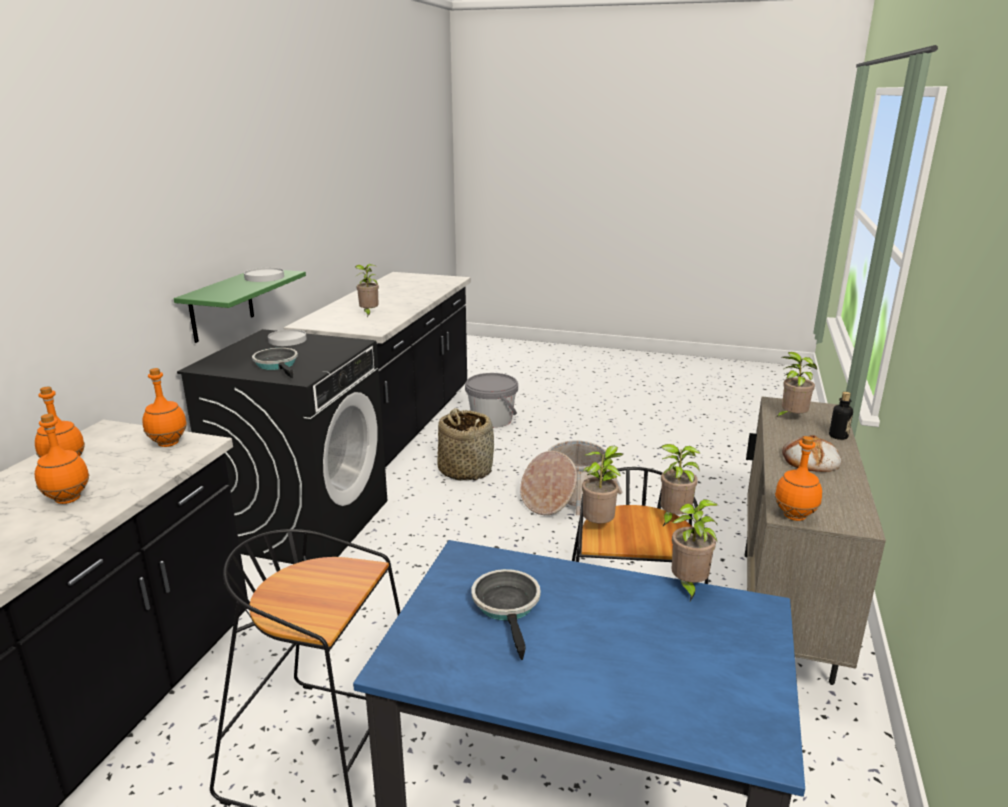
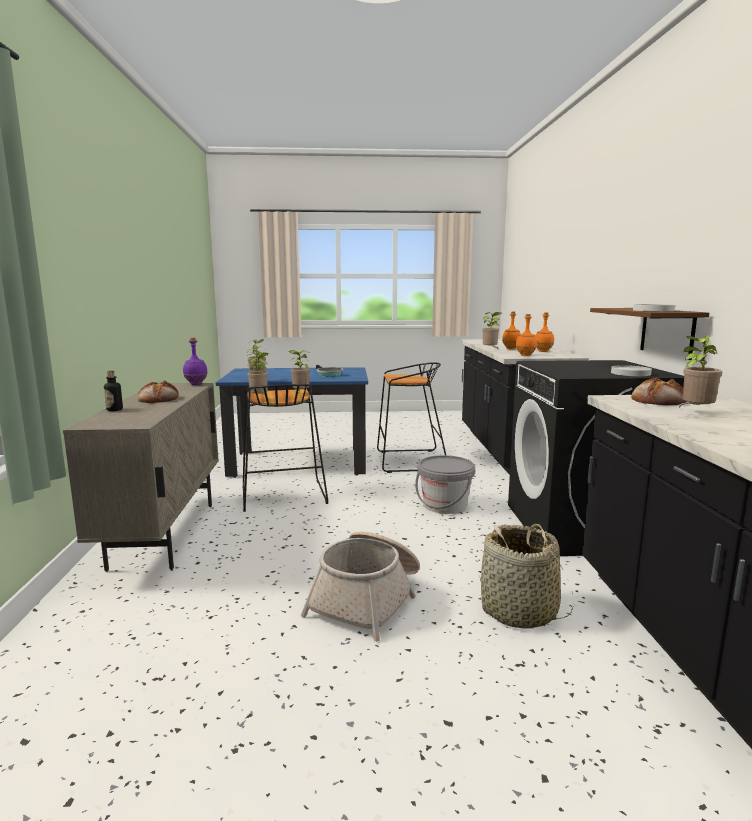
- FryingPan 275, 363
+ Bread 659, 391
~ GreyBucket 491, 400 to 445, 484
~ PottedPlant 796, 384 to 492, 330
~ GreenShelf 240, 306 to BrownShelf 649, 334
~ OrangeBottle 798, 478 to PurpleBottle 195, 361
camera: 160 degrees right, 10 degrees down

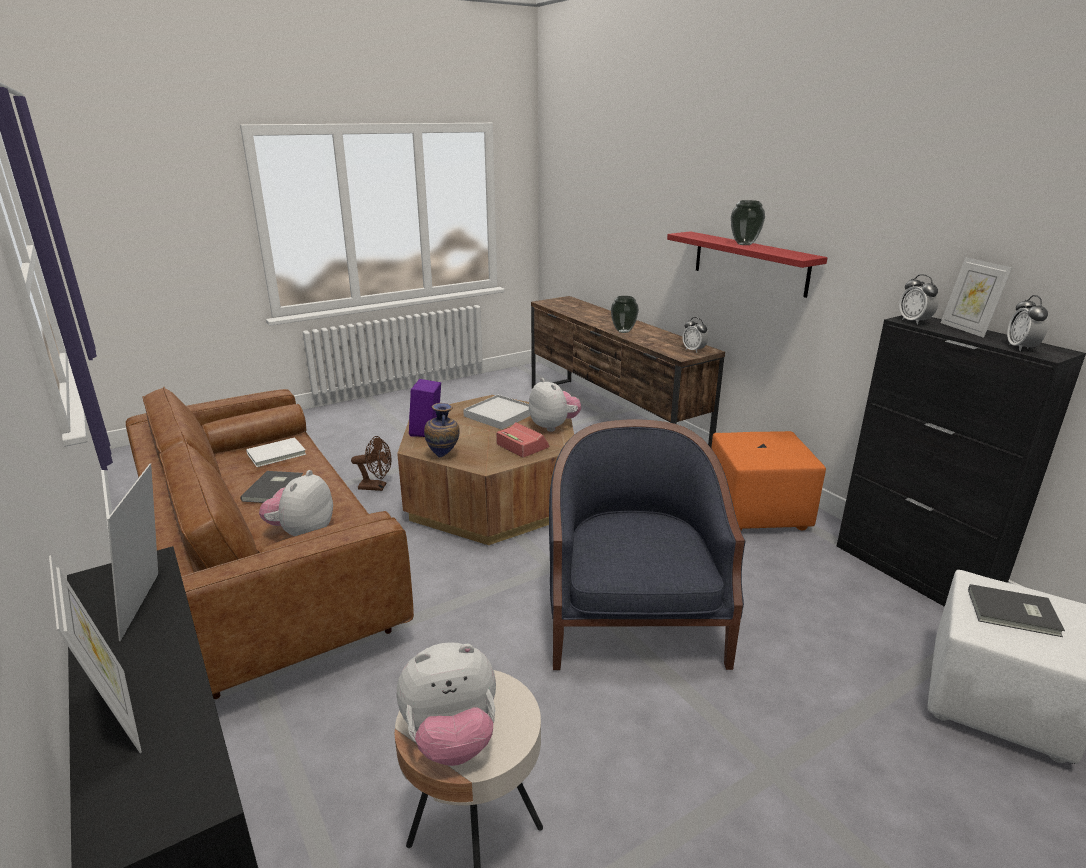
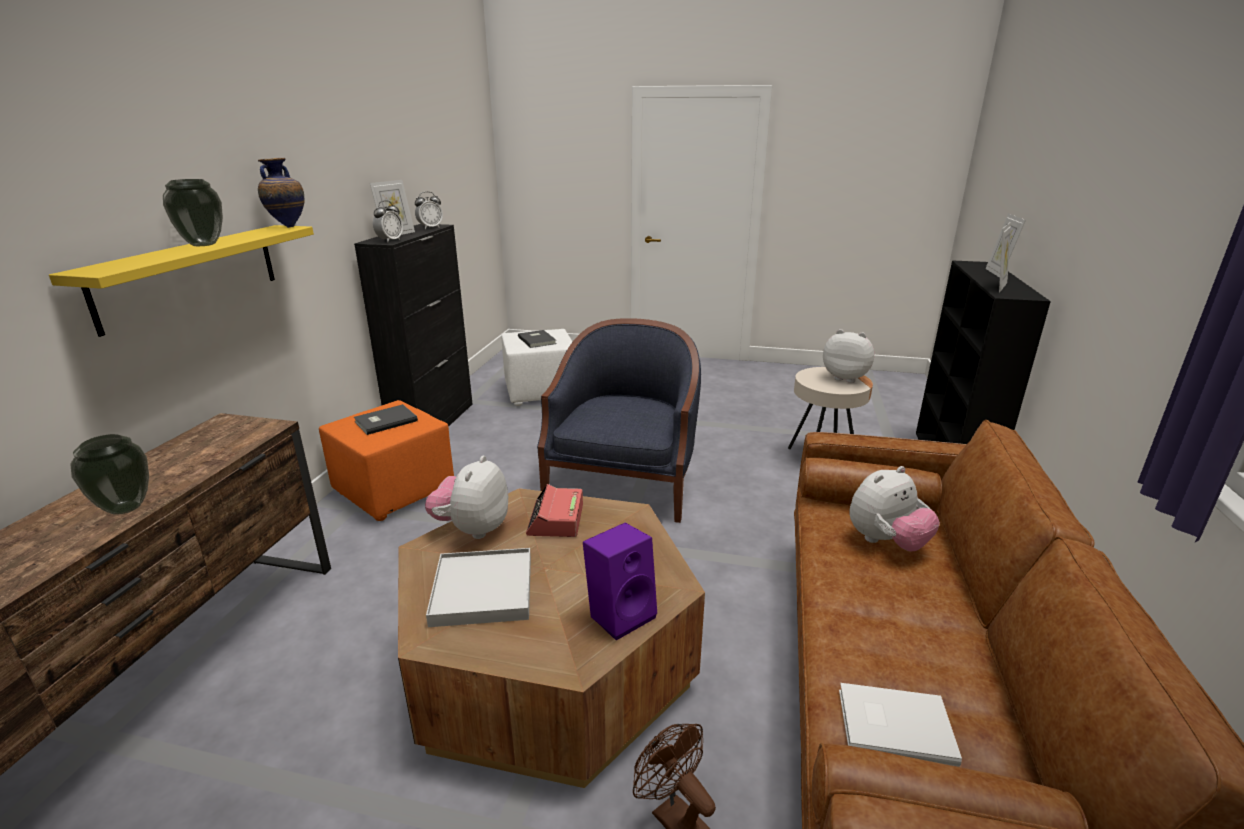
- AlarmClock 695, 335
~ GreyBook 272, 487 to 386, 419
~ Vase 442, 430 to 281, 193
~ RedShelf 747, 264 to YellowShelf 181, 281
~ BlueArmchair 647, 544 = 619, 420 150 degrees clockwise
camera: 135 degrees left, 0 degrees up

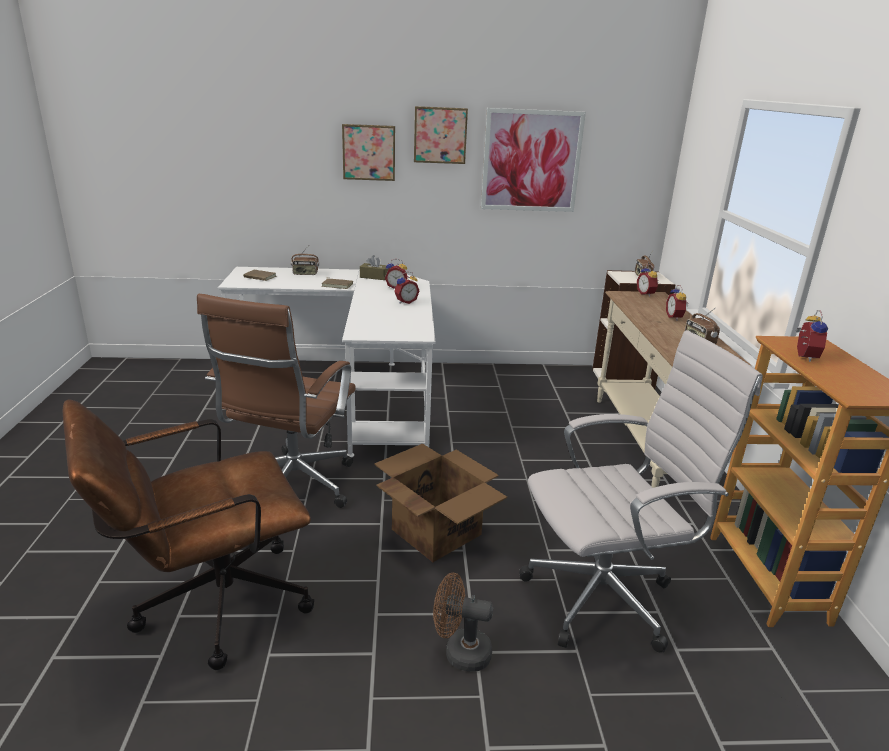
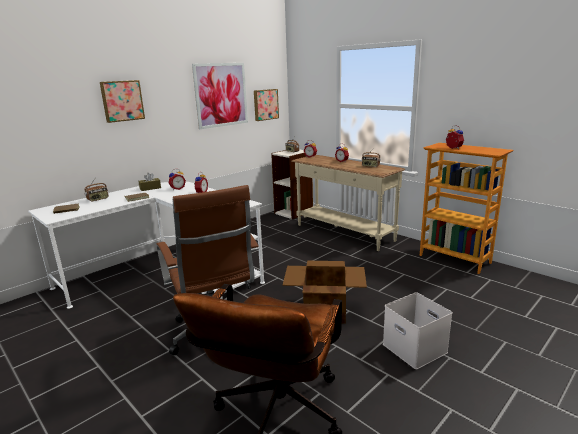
- WhiteOfficeChair 641, 491
~ Picture 441, 135 to 266, 105
~ BrownFan 463, 622 to WhiteStorageBox 418, 330
camera: 40 degrees left, 5 degrees down

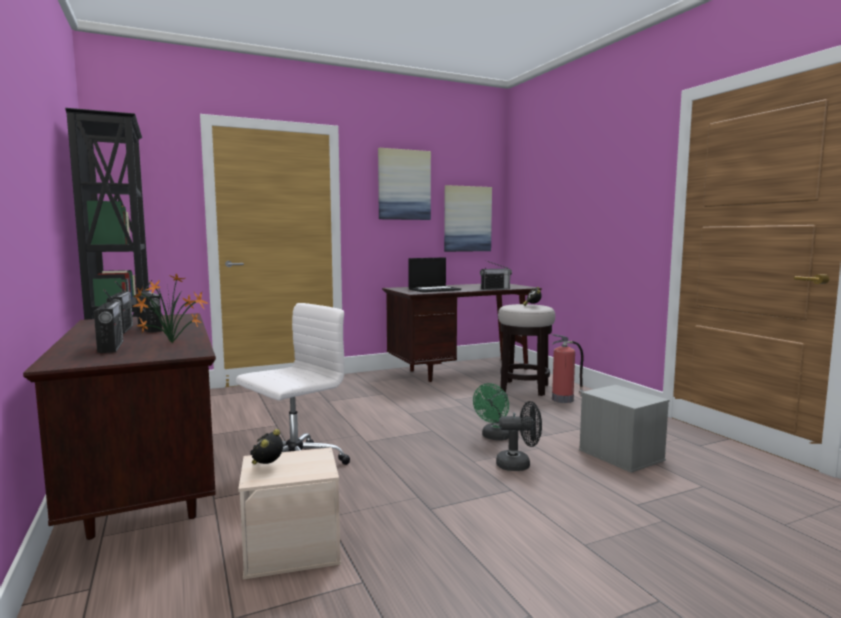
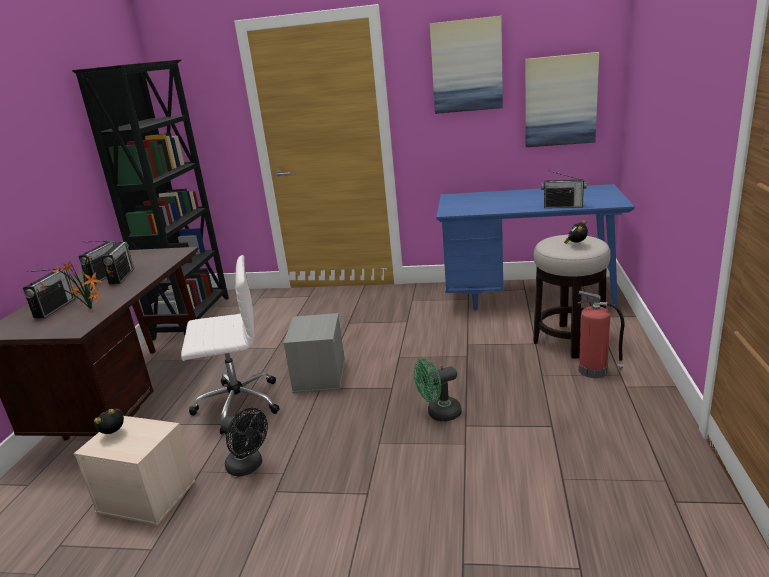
- Laptop 434, 274
~ BlackFan 519, 436 to 244, 442
~ GreyStorageBox 624, 429 to 314, 353
~ BrownDesk 462, 333 to BlueDesk 535, 247
camera: 35 degrees right, 15 degrees up

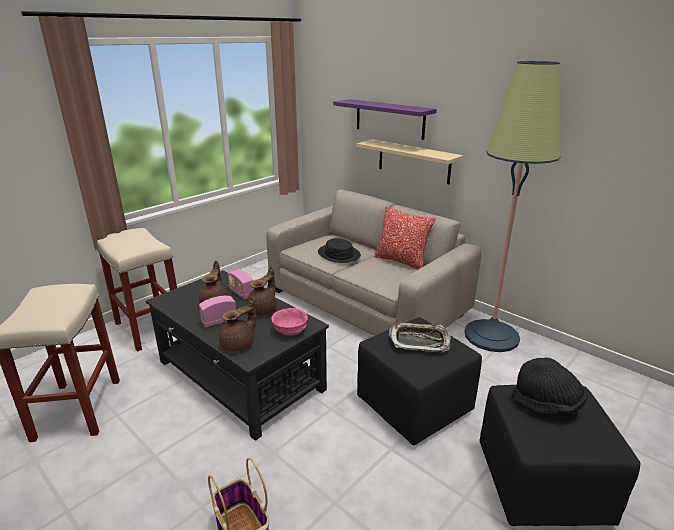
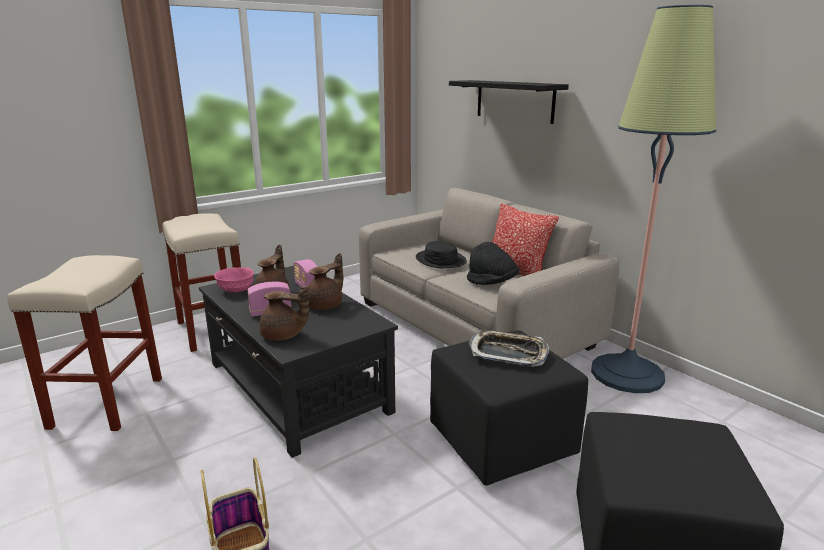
- BeigeShelf 410, 161
~ PinkBowl 289, 322 to 234, 280
~ BlackHat 550, 386 to 493, 263
~ PurpleShelf 385, 119 to BlackShelf 509, 102
~ BrownTeapot 237, 324 = 284, 313 45 degrees clockwise
camera: 10 degrees right, 5 degrees down

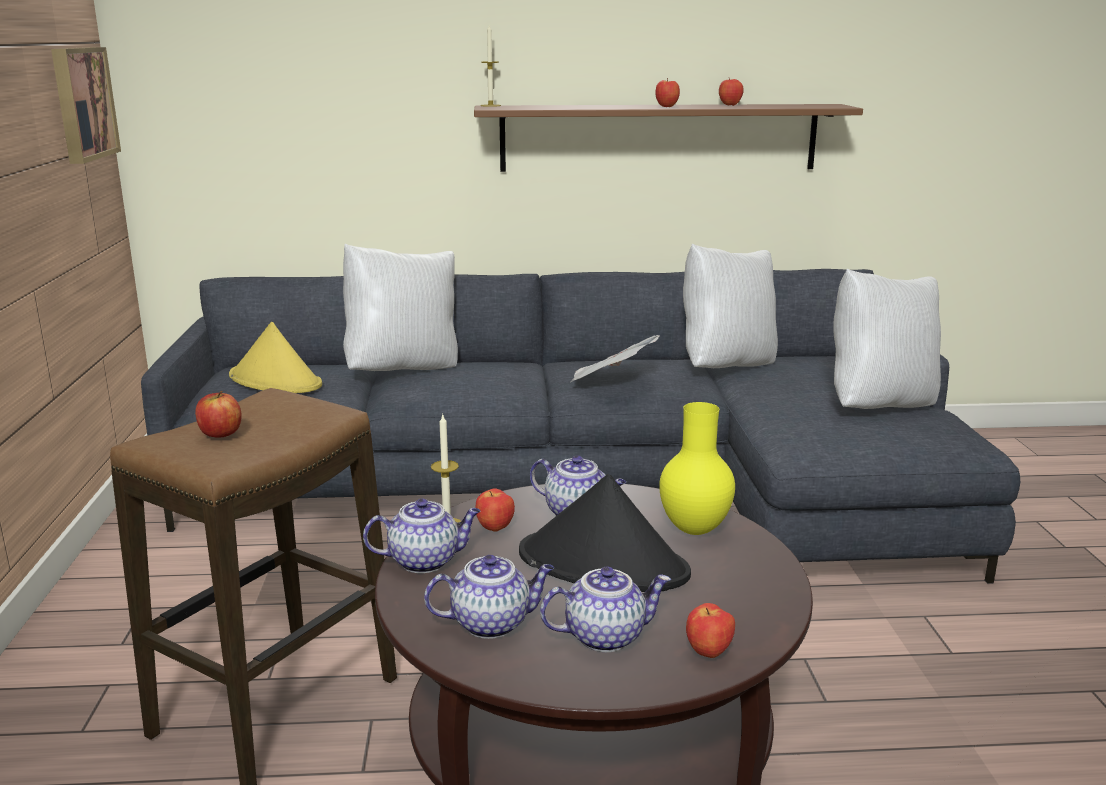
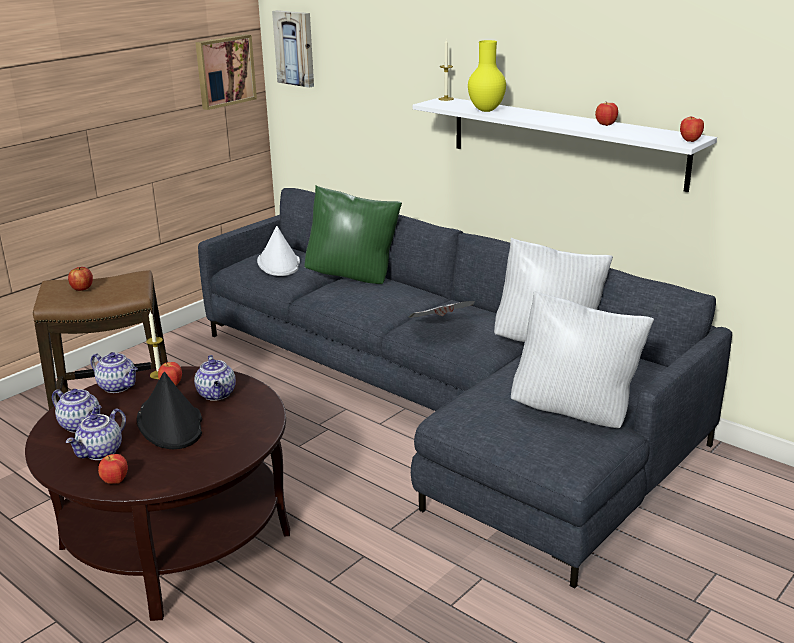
+ Picture 293, 49
~ Apple 667, 92 to 692, 129
~ YellowVase 697, 468 to 487, 76
~ YellowHat 275, 357 to WhiteHat 278, 251
~ WhitePillow 400, 307 to GreenPillow 353, 234
~ BrownShelf 668, 138 to WhiteShelf 565, 144
~ Teapot 605, 609 = 96, 434 90 degrees clockwise
camera: 45 degrees right, 5 degrees up

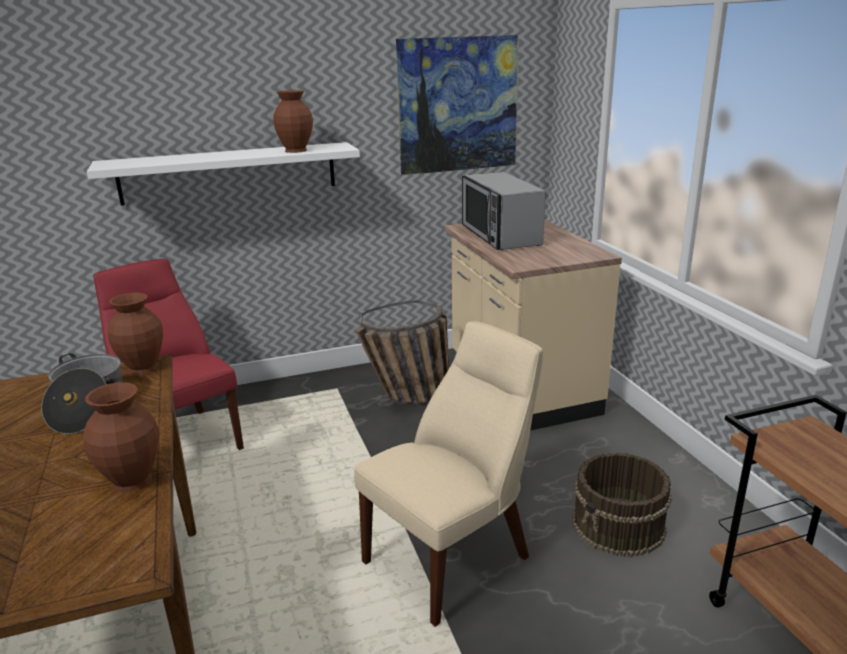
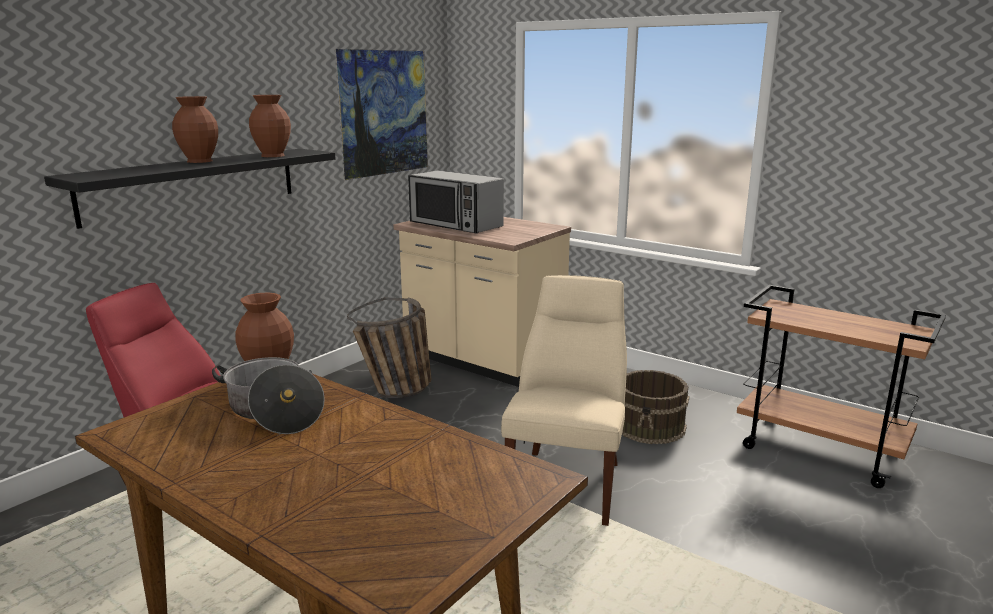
~ BrownVase 121, 437 to 195, 129
~ WhiteShelf 223, 174 to BlackShelf 190, 189
camera: 35 degrees left, 5 degrees down

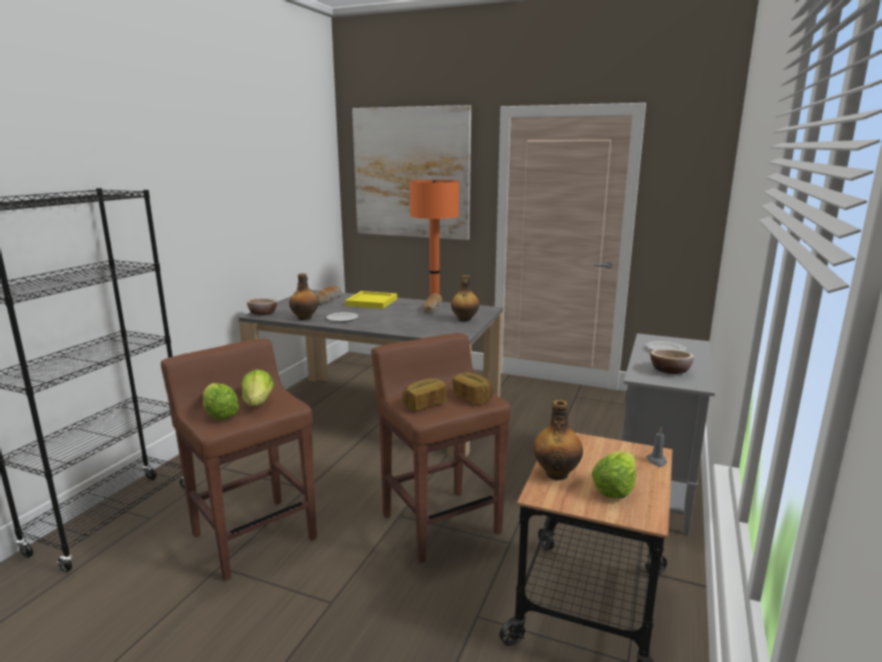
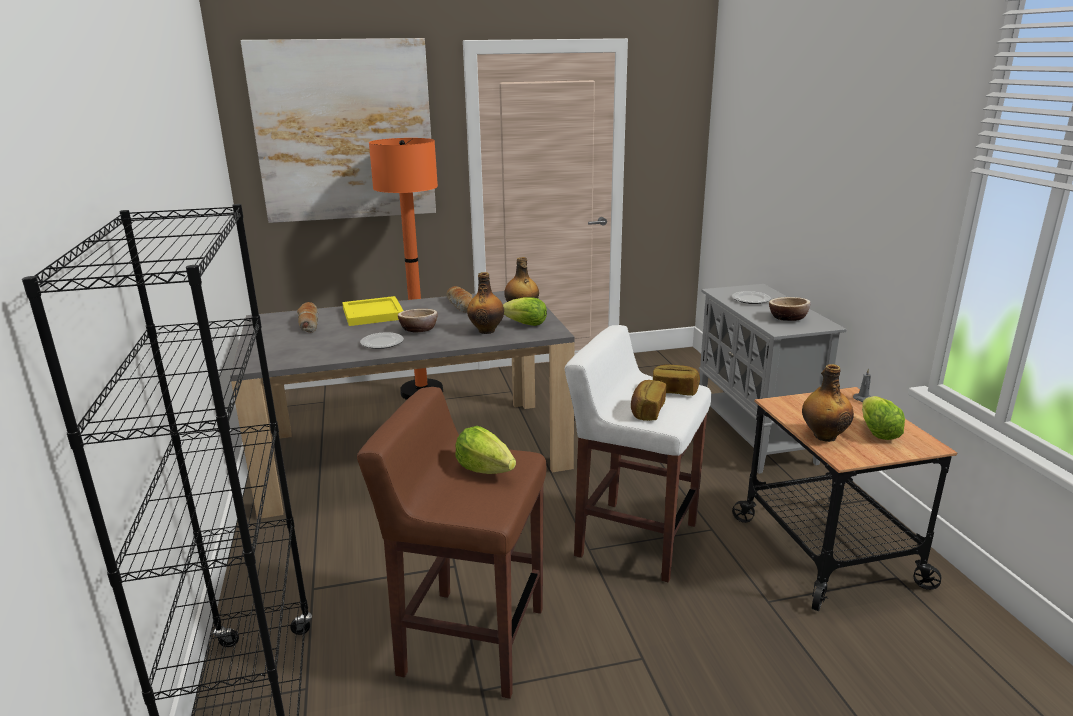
~ Lettuce 221, 401 to 525, 311
~ Bowl 262, 307 to 418, 321
~ Bottle 303, 297 to 485, 303
~ BrownStool 441, 448 to WhiteStool 638, 453
camera: 35 degrees left, 5 degrees up

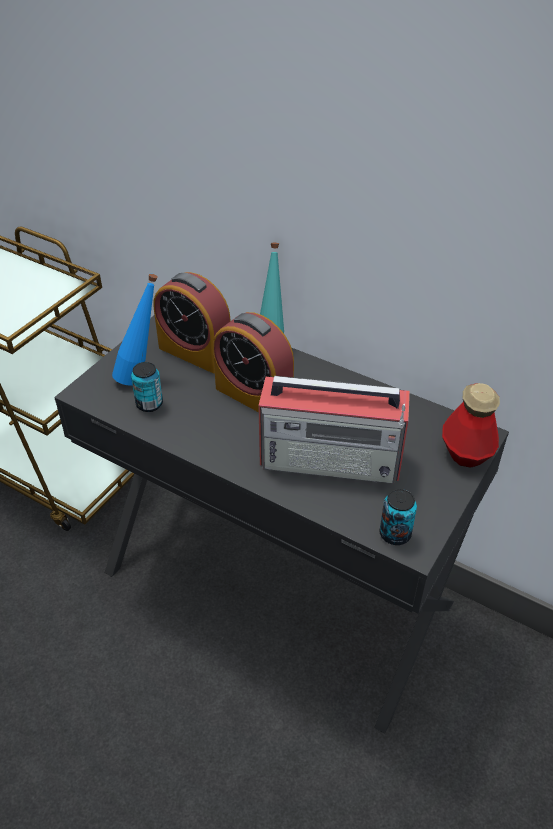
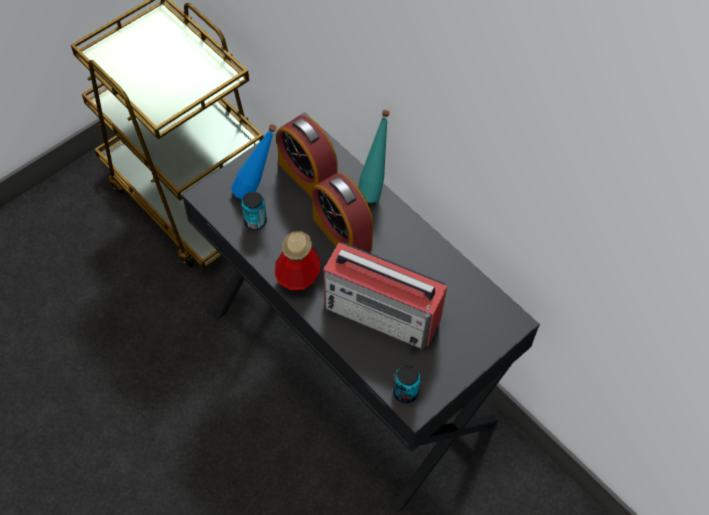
~ Bottle 471, 425 to 297, 261
camera: 15 degrees right, 15 degrees up

